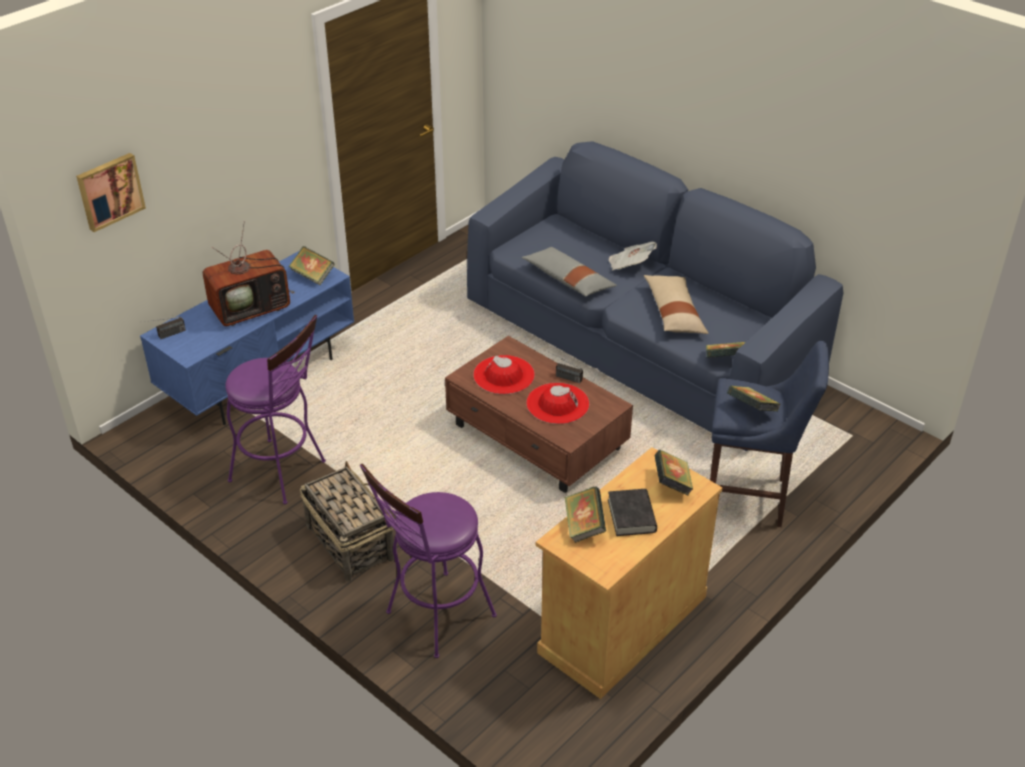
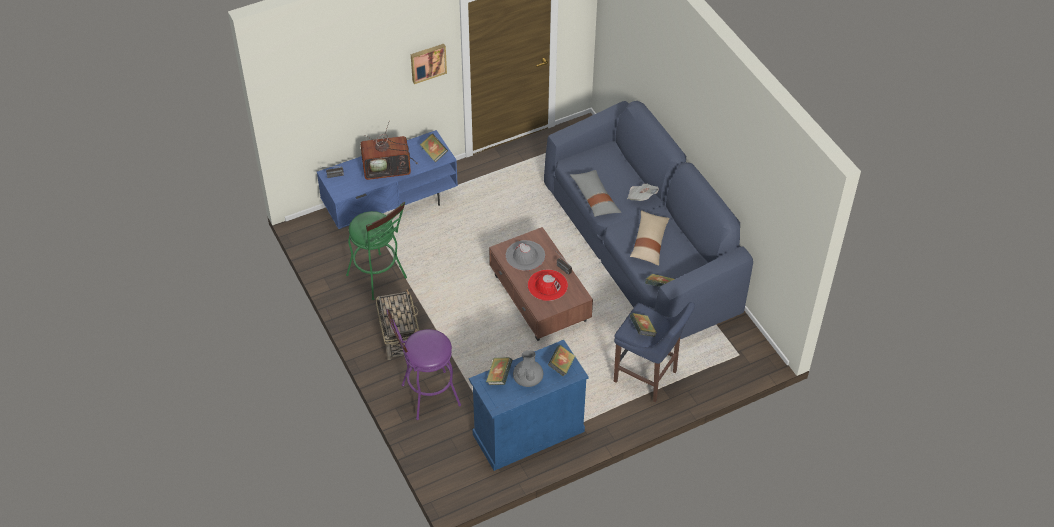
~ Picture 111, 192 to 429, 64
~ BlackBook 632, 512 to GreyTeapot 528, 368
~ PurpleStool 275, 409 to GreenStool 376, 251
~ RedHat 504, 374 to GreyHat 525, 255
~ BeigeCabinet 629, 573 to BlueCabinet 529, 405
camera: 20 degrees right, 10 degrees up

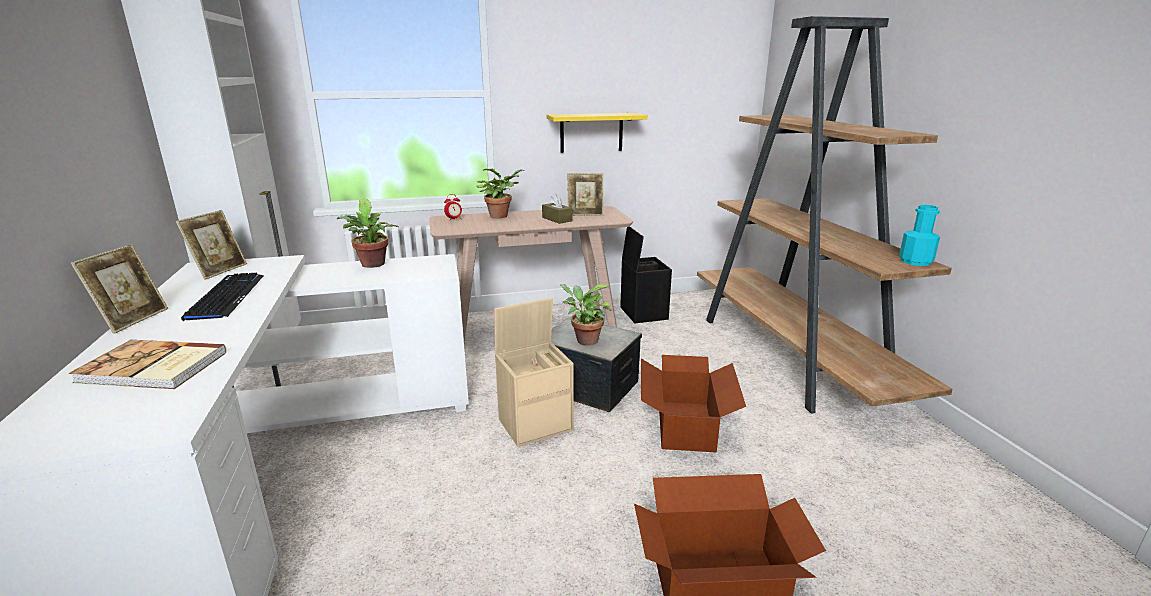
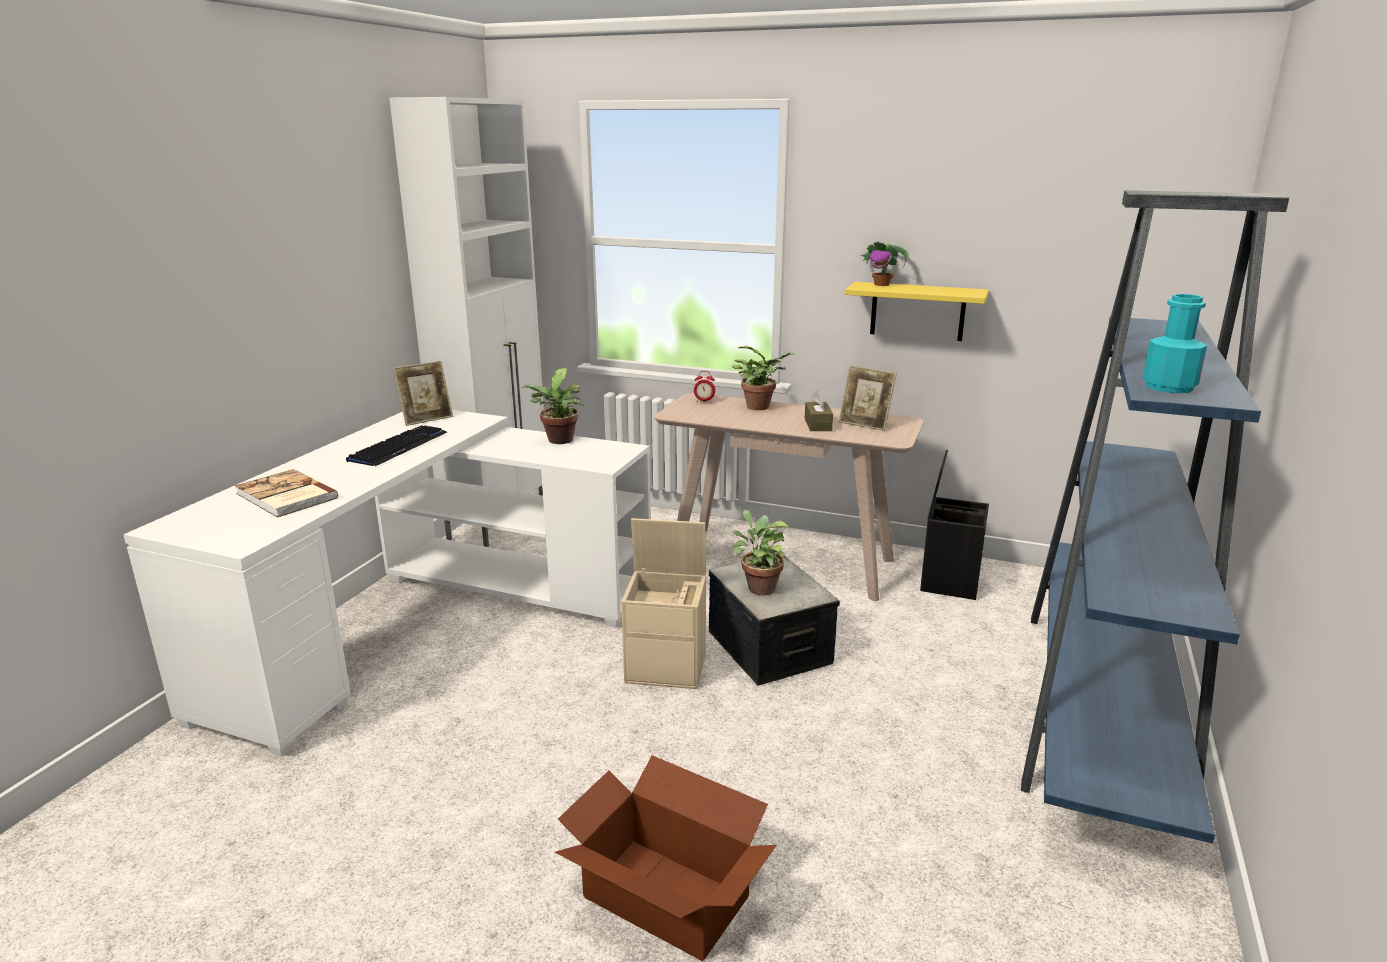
- PictureFrame 119, 289
- CardboardBox 693, 404
+ PottedPlant 884, 264
~ TurquoiseBottle 919, 235 to 1175, 343
~ BrownBookcase 825, 214 to BlueBookcase 1155, 517
camera: 35 degrees right, 0 degrees up

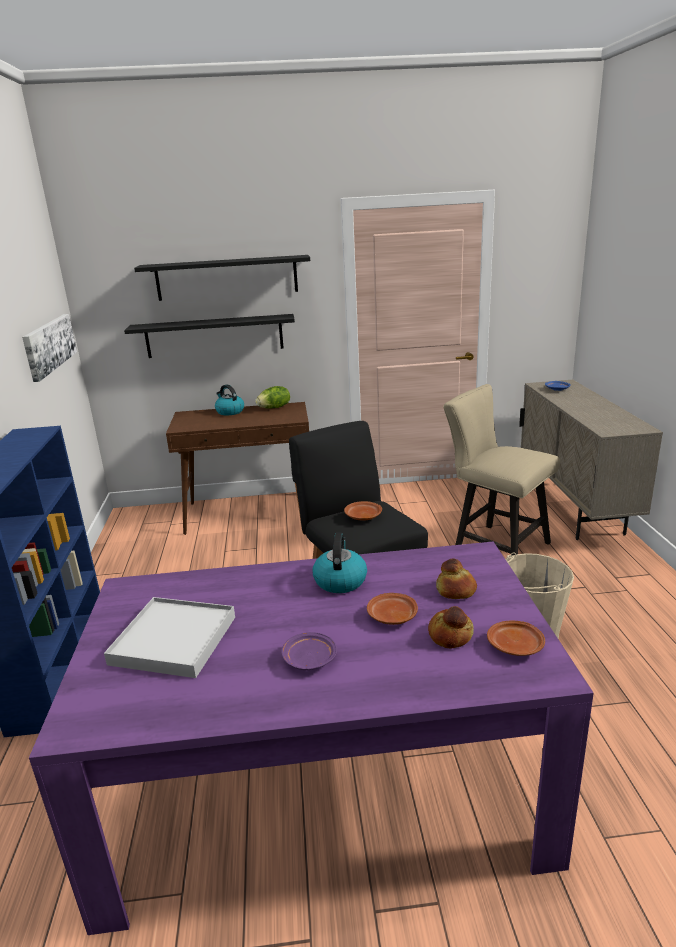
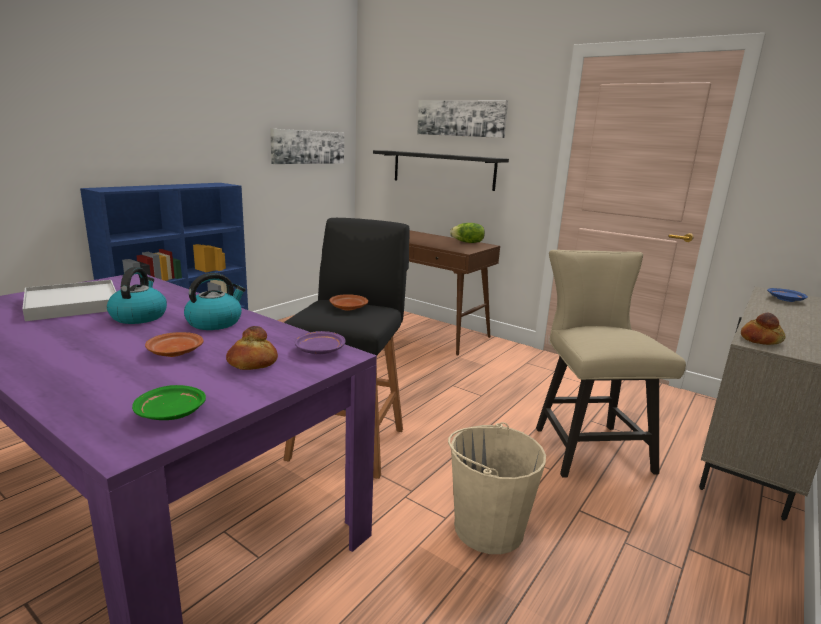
~ Kettle 229, 400 to 137, 295
~ PurplePlate 309, 651 to 320, 342
~ Bread 451, 627 to 763, 328
~ BlackShelf 222, 278 to Picture 462, 119
~ BrownPlate 516, 638 to GreenPlate 169, 402
camera: 40 degrees right, 5 degrees down

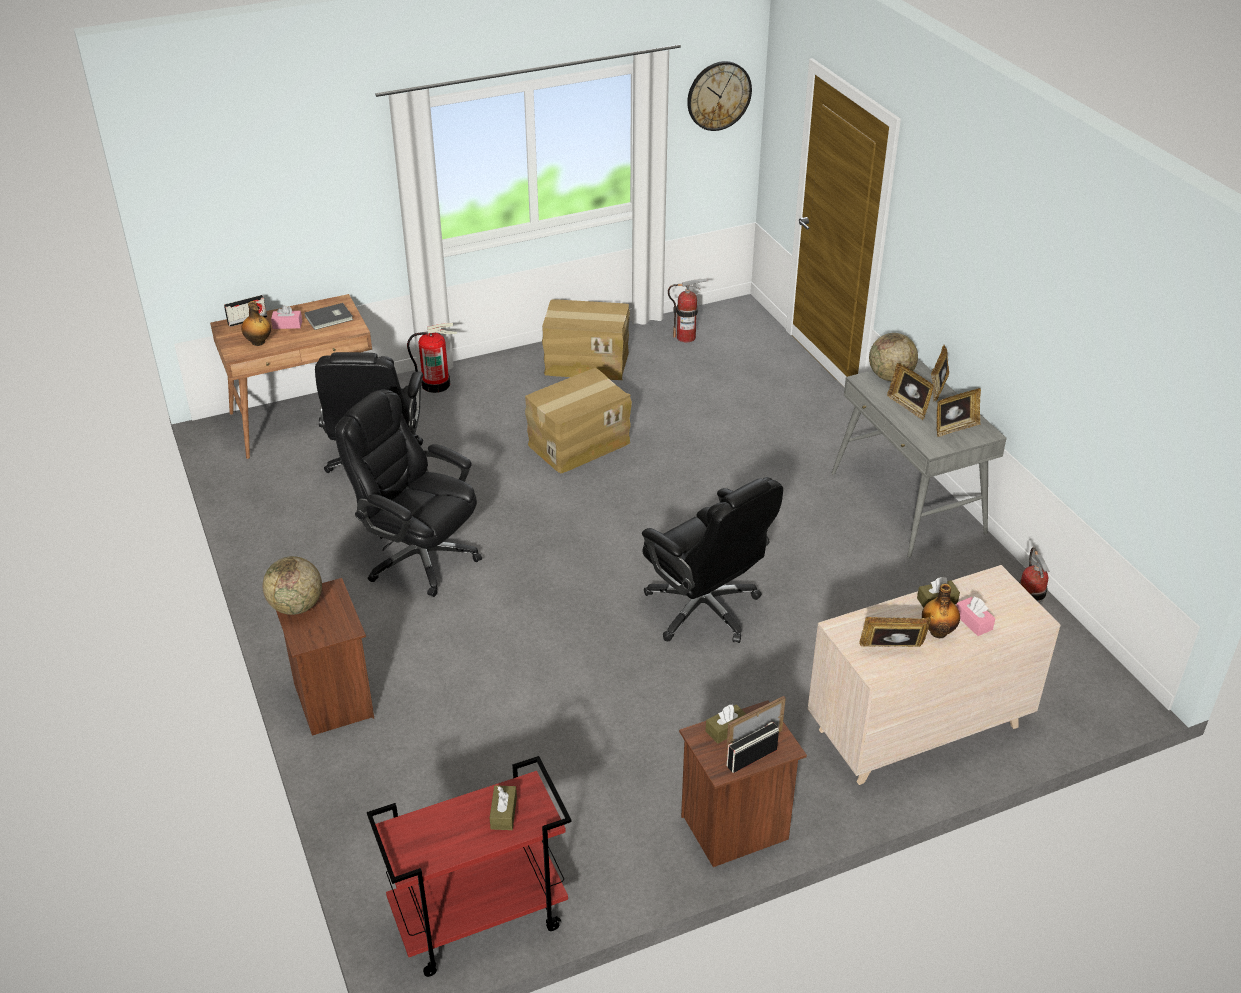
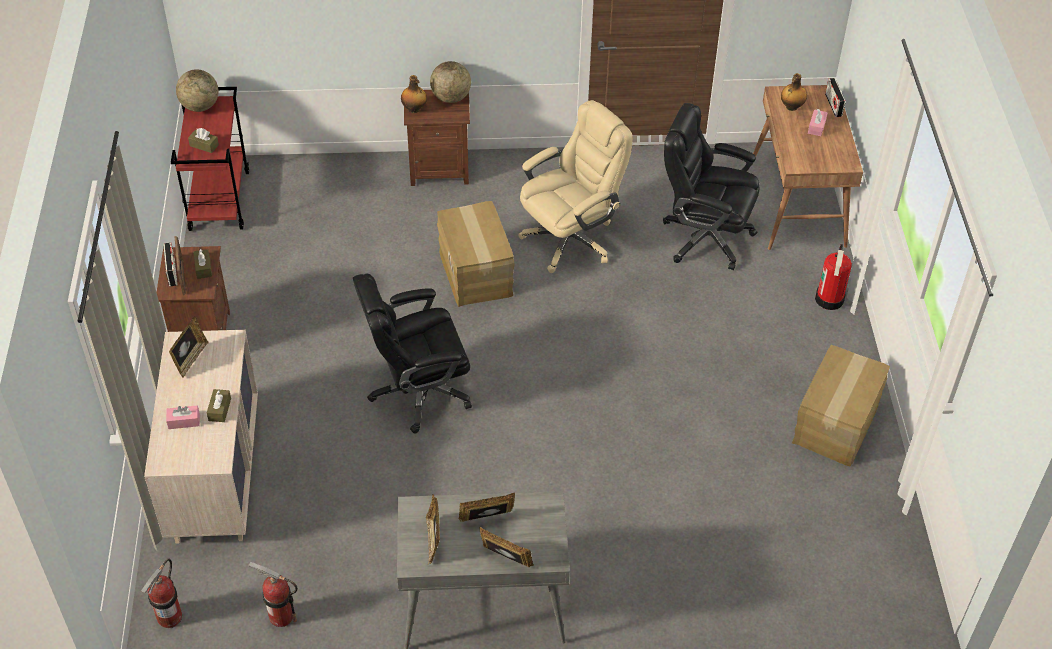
- GreyBook 328, 316
- WallClock 719, 96
~ CardboardBox 578, 421 to 476, 254
~ FireExtinguisher 688, 310 to 161, 593
~ Globe 893, 357 to 197, 90
~ Bottle 941, 611 to 414, 94
~ BlackOfficeChair 408, 493 to BeigeOfficeChair 575, 186
camera: 110 degrees right, 10 degrees up

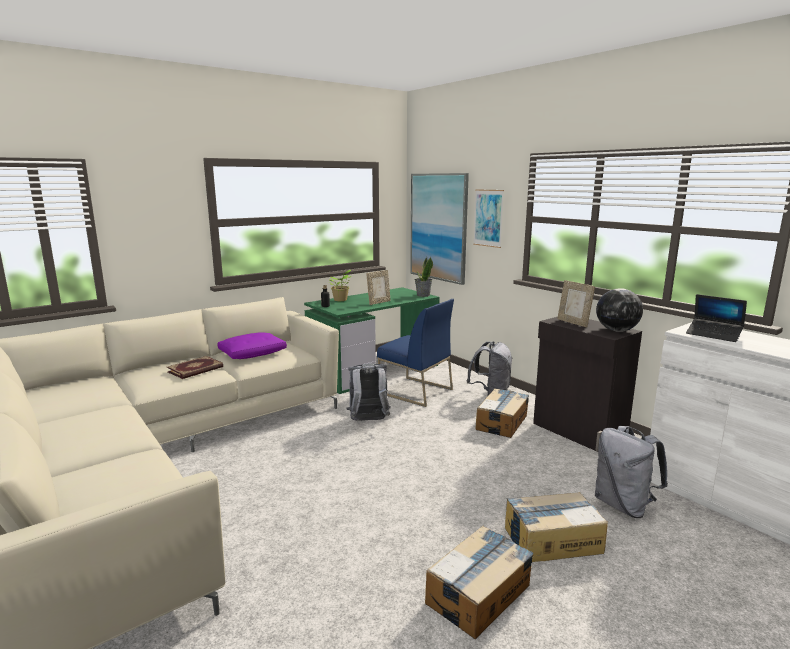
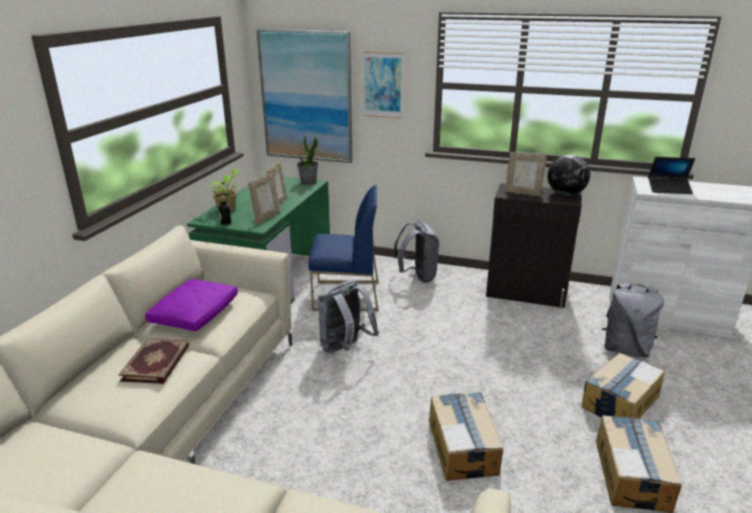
+ PictureFrame 264, 198
~ CardboardBox 502, 413 to 466, 436
camera: 35 degrees left, 10 degrees up

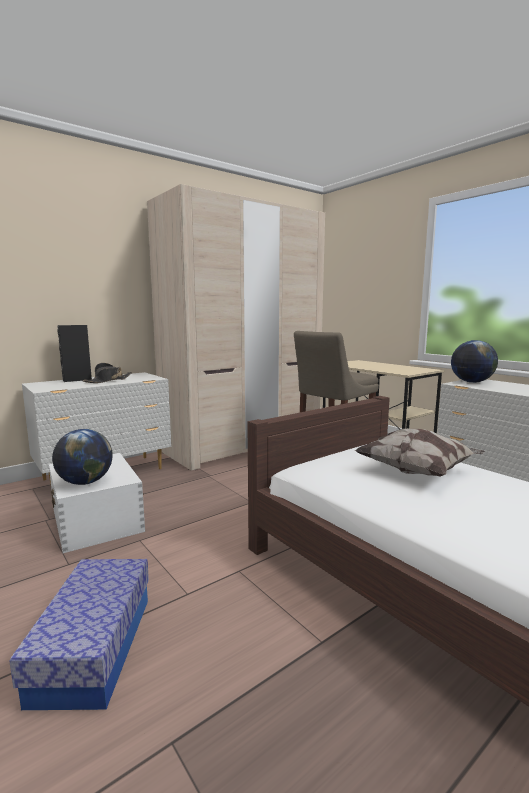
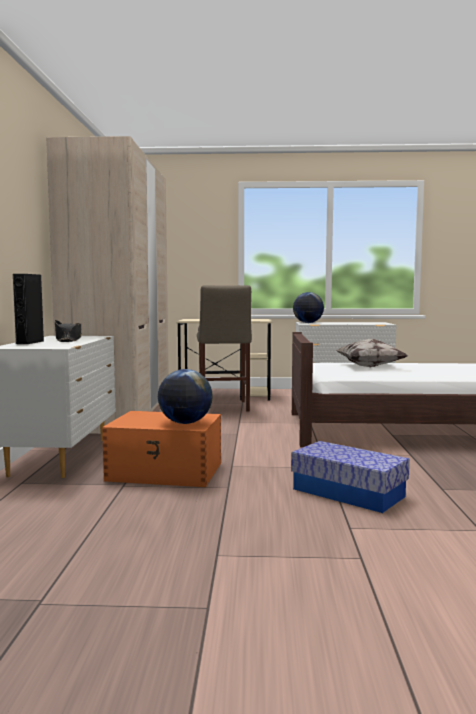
~ WhiteStorageBox 97, 503 to OrangeStorageBox 161, 449
camera: 50 degrees left, 5 degrees down

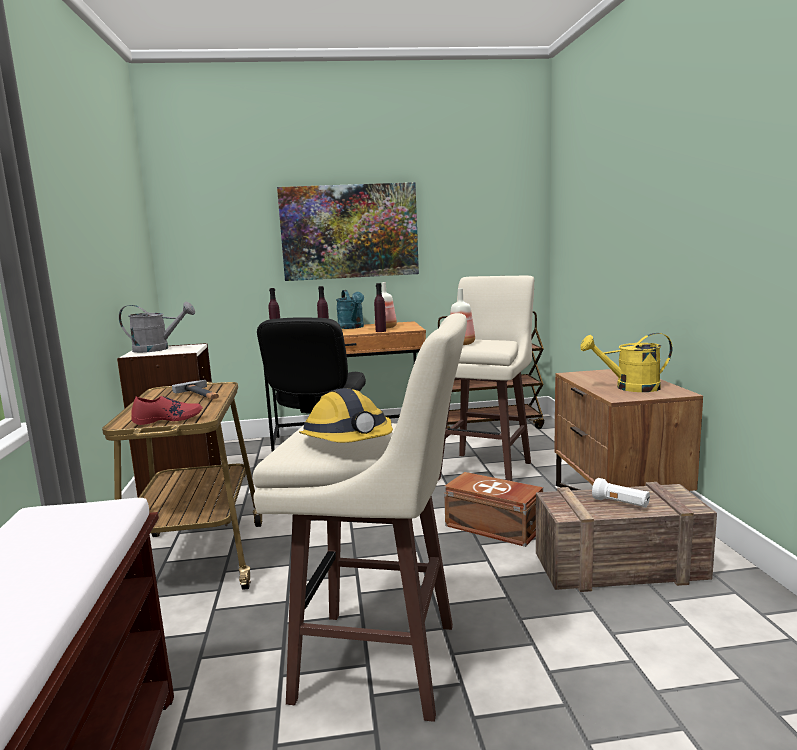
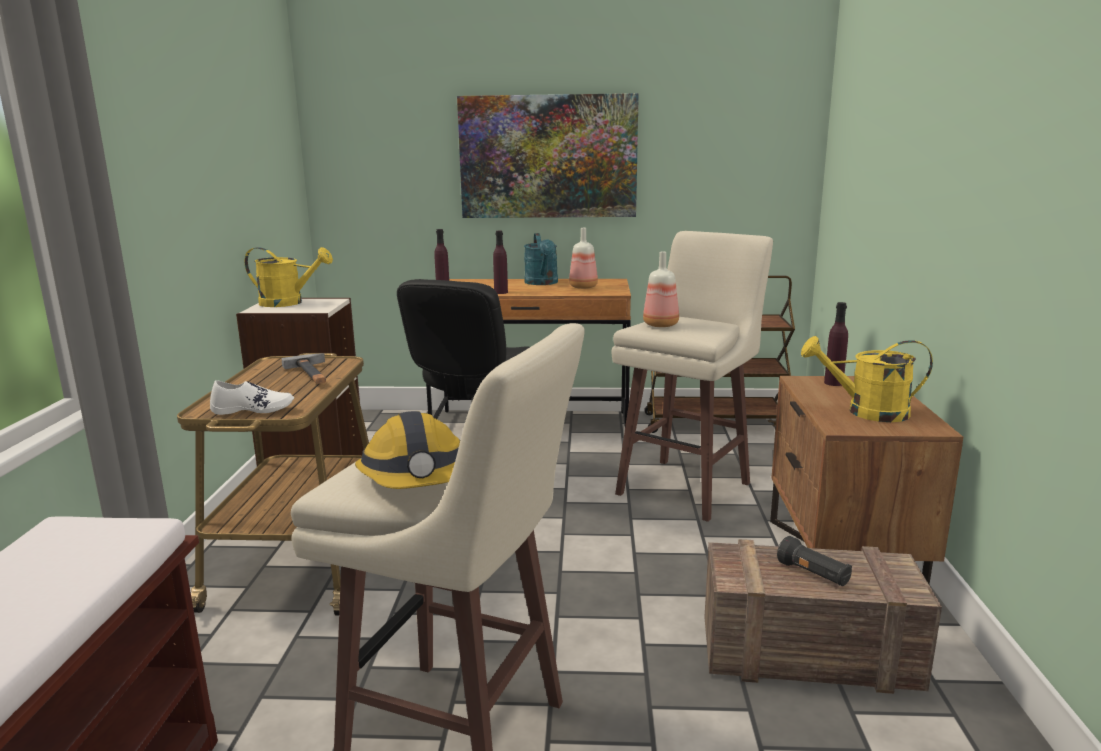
- BrownStorageBox 493, 509
~ PurpleBottle 380, 307 to 836, 344
~ GreyWateringCan 157, 327 to YellowWateringCan 289, 277
~ RedShoe 167, 410 to WhiteShoe 252, 397
~ WhiteFlashlight 621, 493 to BlackFlashlight 814, 561
camera: 10 degrees right, 5 degrees up

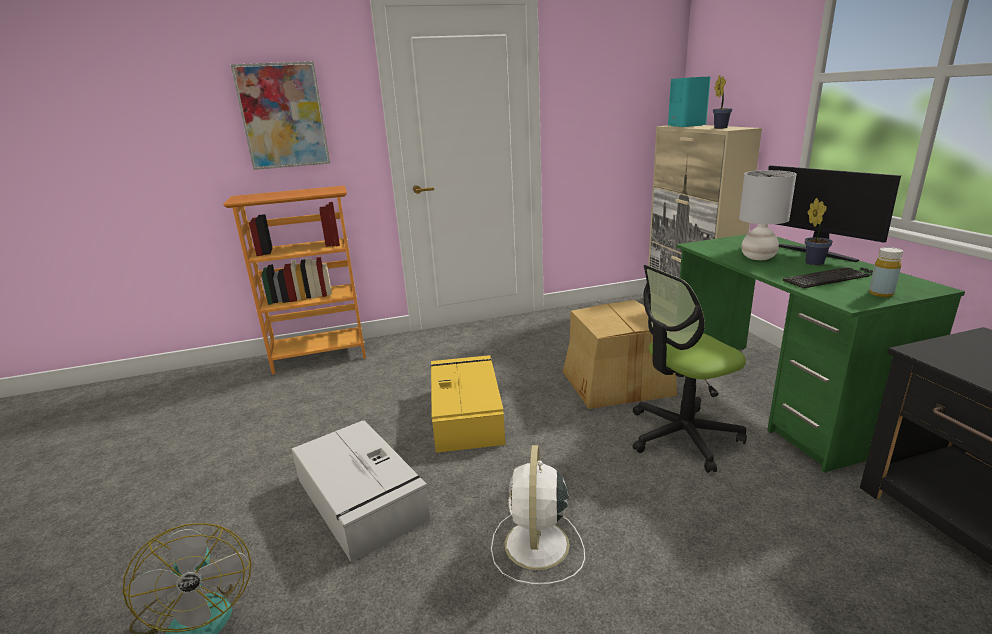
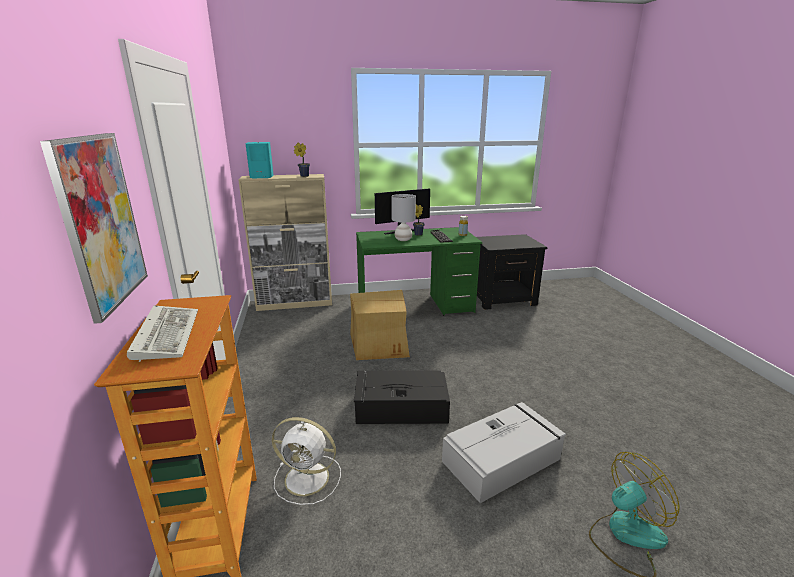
- OfficeChair 690, 369
+ Keyboard 162, 333
~ WhiteFan 538, 515 to 306, 461
~ YellowStorageBox 467, 404 to BlackStorageBox 402, 397
camera: 85 degrees left, 0 degrees up

